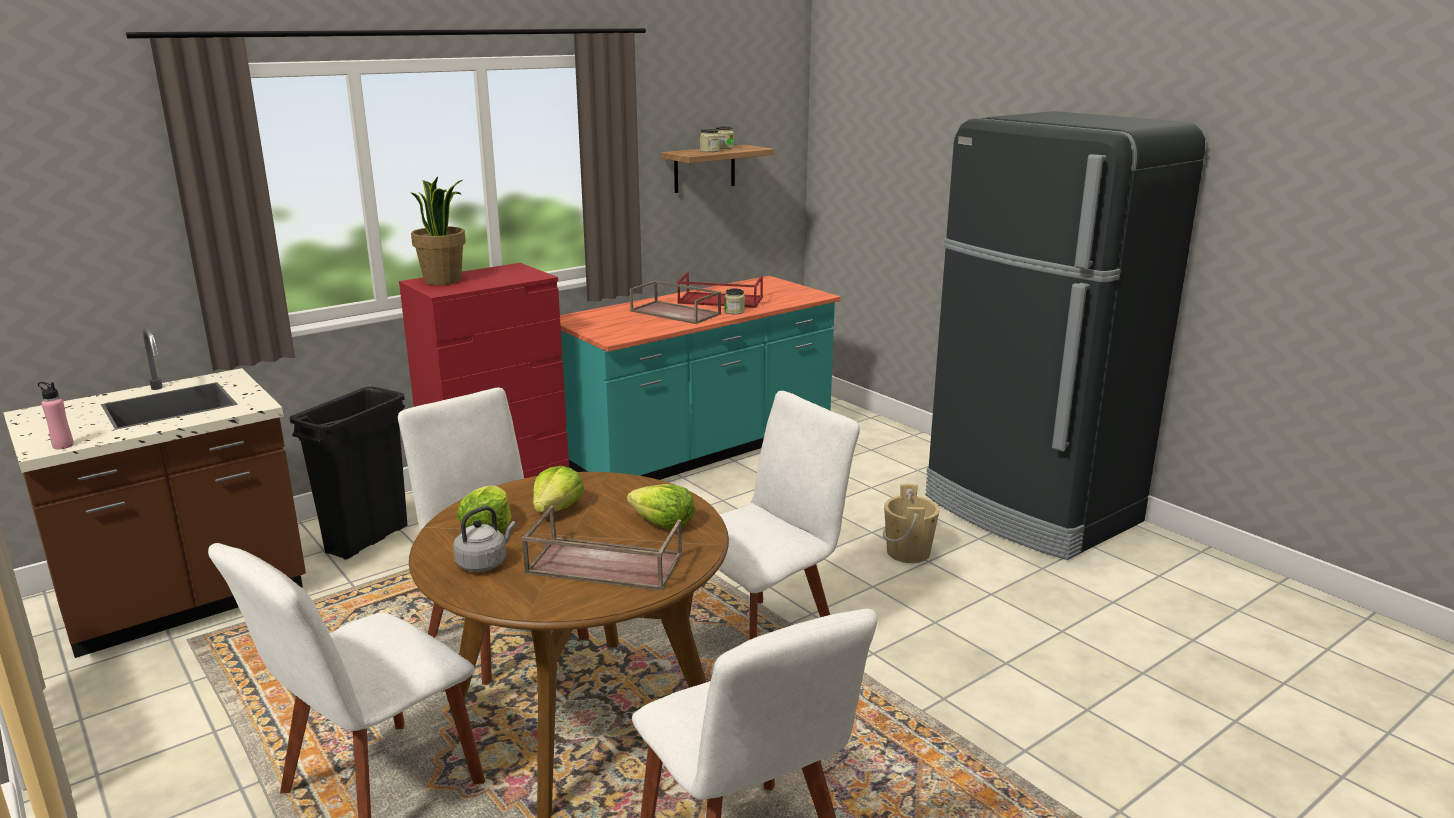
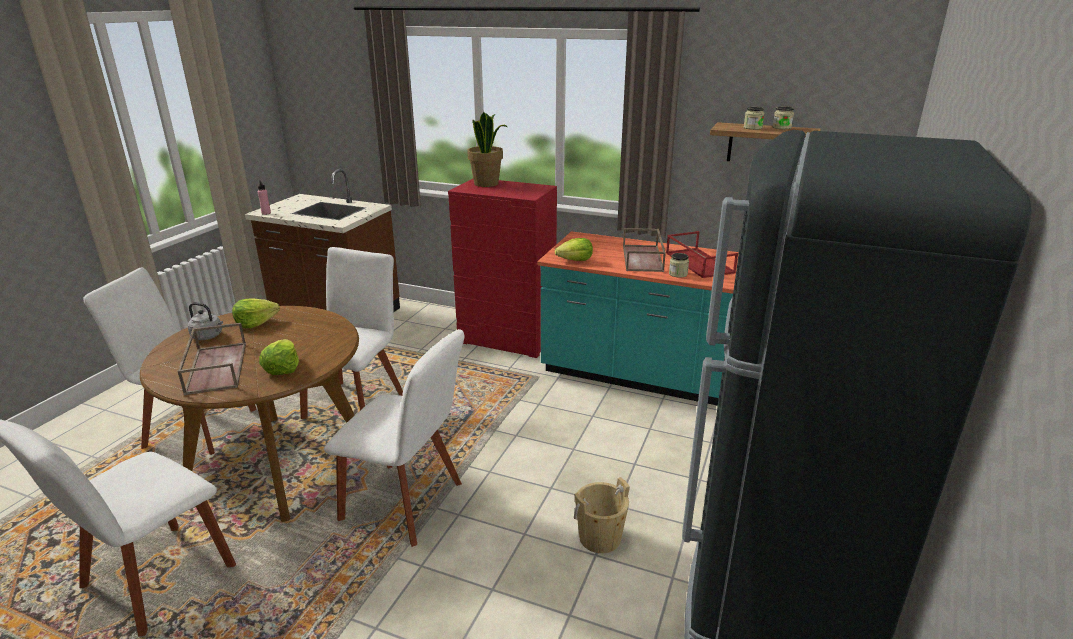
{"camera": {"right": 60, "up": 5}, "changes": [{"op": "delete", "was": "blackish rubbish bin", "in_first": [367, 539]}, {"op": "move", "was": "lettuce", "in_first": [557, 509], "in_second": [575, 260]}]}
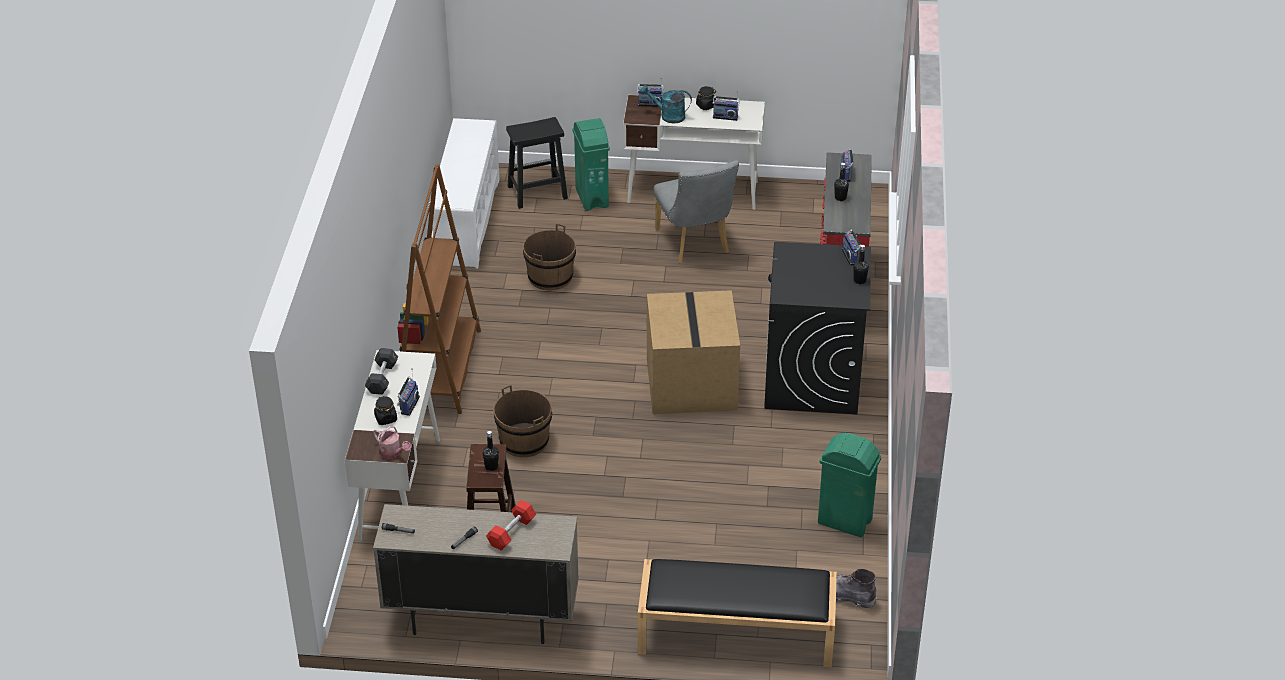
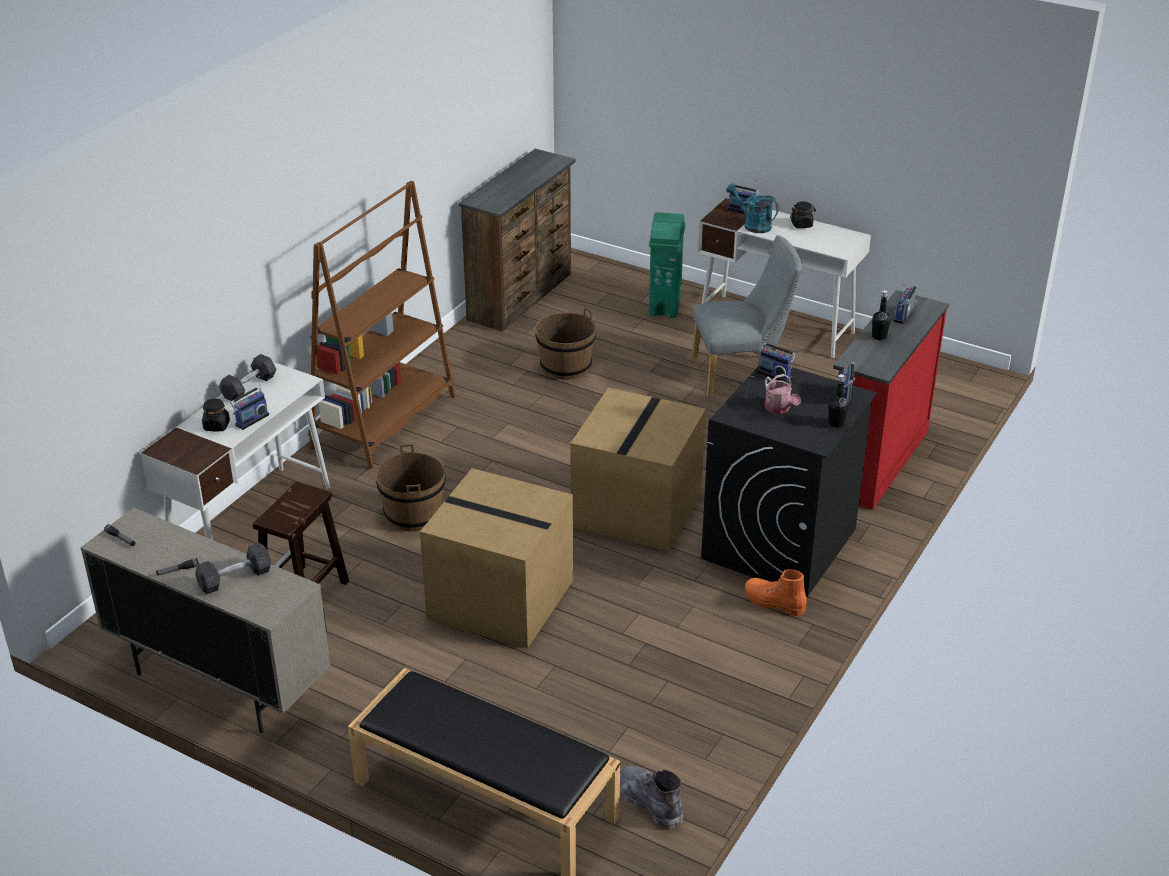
{"camera": {"right": 25, "up": -5}, "changes": [{"op": "move", "was": "radio", "in_first": [725, 116], "in_second": [775, 374]}, {"op": "delete", "was": "blackish stool seat", "in_first": [536, 192]}, {"op": "replace", "was": "whitish shoe shelf", "now": "brown drawer chest", "in_first": [466, 221], "in_second": [522, 296]}, {"op": "rotate", "was": "gray chair", "in_first": [695, 244], "in_second": [742, 374], "clockwise": -105}, {"op": "move", "was": "watering can", "in_first": [392, 453], "in_second": [779, 408]}, {"op": "delete", "was": "blackish beverage bottle", "in_first": [491, 466]}, {"op": "delete", "was": "green rubbish bin", "in_first": [845, 522]}, {"op": "recolor", "was": "red-coloured hand weight", "now": "gray hand weight", "in_first": [511, 532], "in_second": [235, 578]}, {"op": "insert", "now": "packing box", "in_second": [498, 599]}, {"op": "insert", "now": "orange tall boot", "in_second": [774, 603]}]}
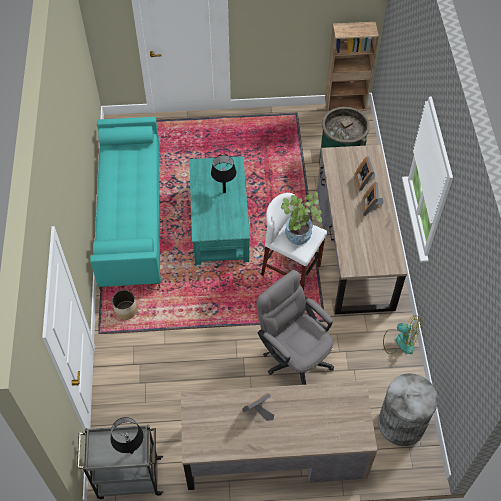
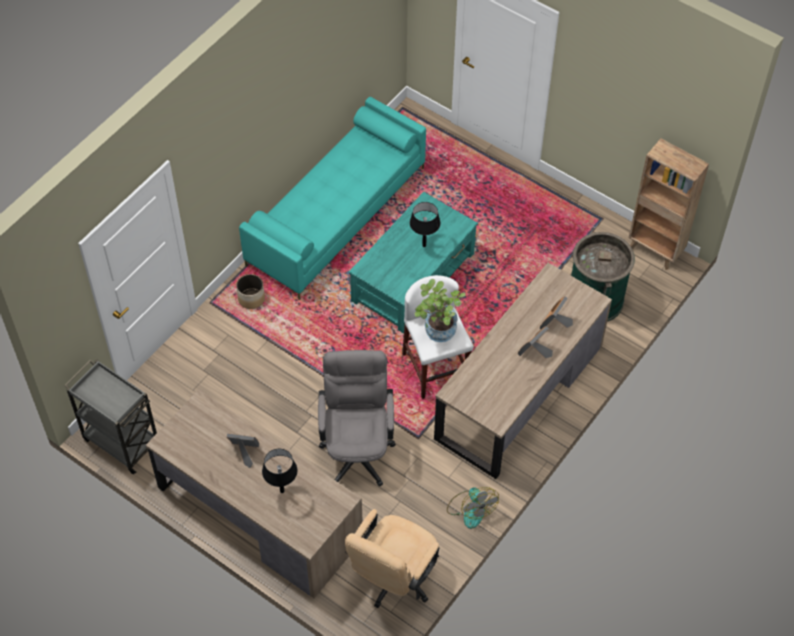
{"camera": {"right": 40, "up": 0}, "changes": [{"op": "replace", "was": "gray rubbish bin", "now": "beige office chair", "in_first": [401, 423], "in_second": [393, 579]}, {"op": "move", "was": "blackish tabletop lamp", "in_first": [132, 451], "in_second": [282, 491]}]}
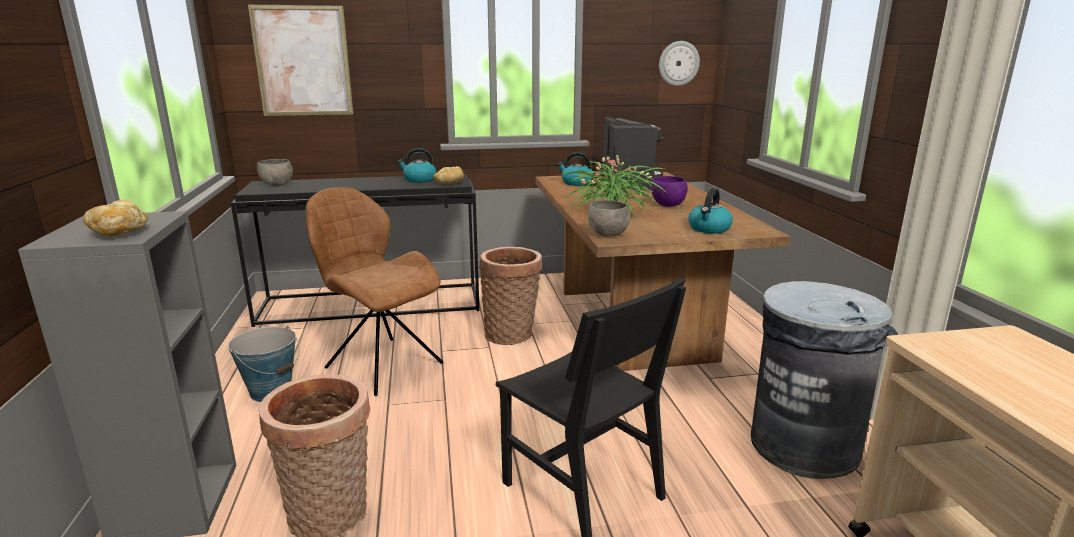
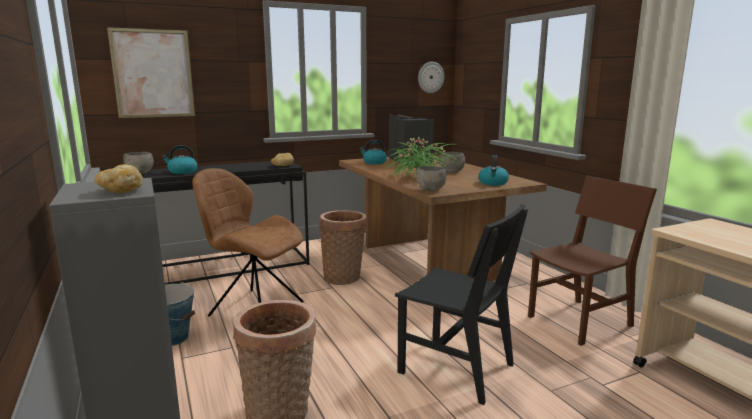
{"camera": {"right": -15, "up": -5}, "changes": [{"op": "move", "was": "kettle", "in_first": [419, 180], "in_second": [182, 172]}, {"op": "recolor", "was": "purple bowl", "now": "gray bowl", "in_first": [668, 205], "in_second": [452, 172]}, {"op": "replace", "was": "gray rubbish bin", "now": "brown chair", "in_first": [804, 445], "in_second": [580, 321]}]}
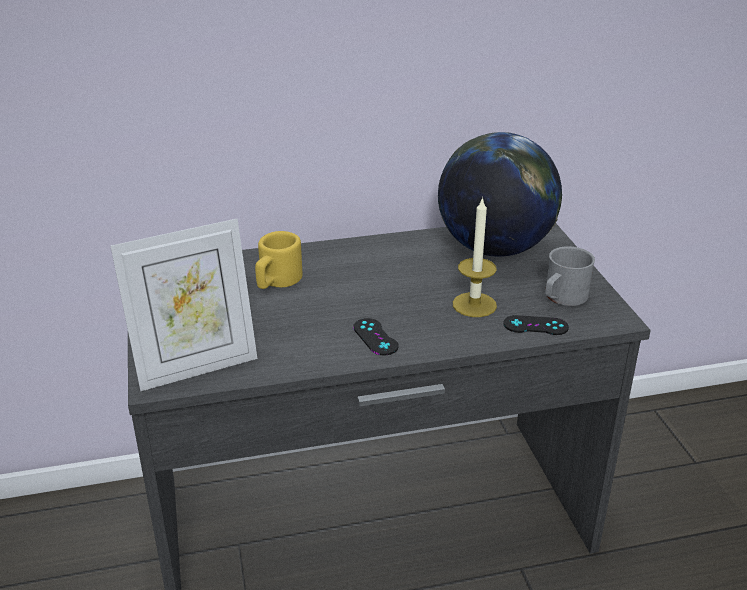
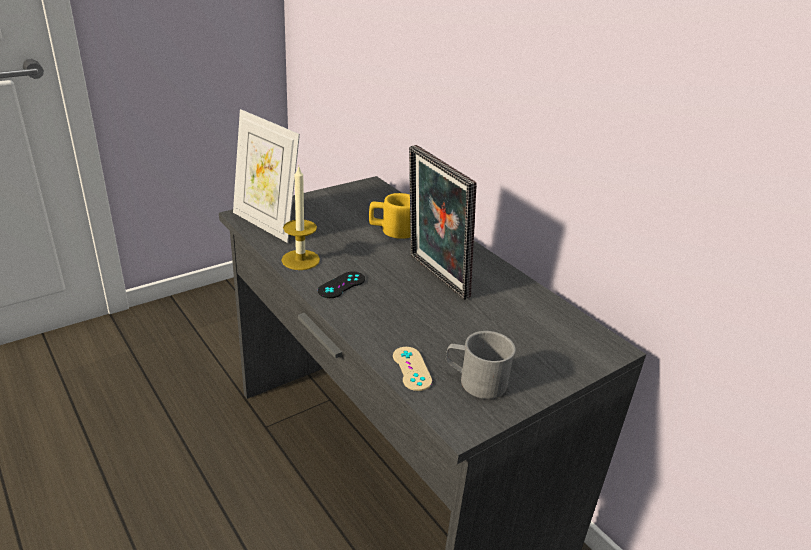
{"camera": {"right": 65, "up": 0}, "changes": [{"op": "delete", "was": "globe", "in_first": [494, 249]}, {"op": "move", "was": "candle", "in_first": [474, 305], "in_second": [300, 260]}, {"op": "recolor", "was": "blackish joypad", "now": "beige joypad", "in_first": [535, 326], "in_second": [412, 368]}, {"op": "insert", "now": "standing frame", "in_second": [434, 277]}]}
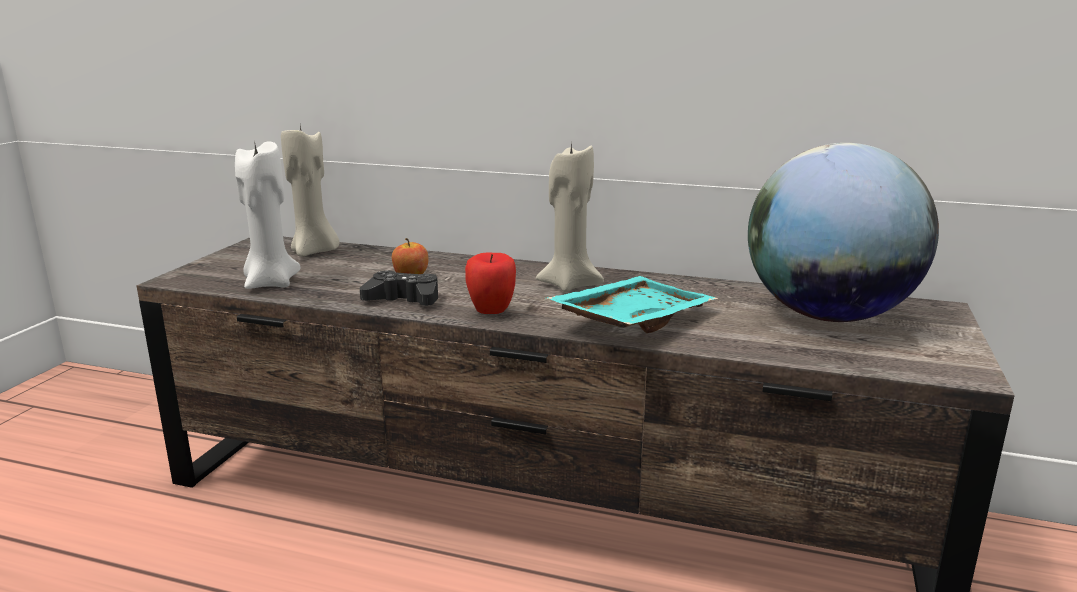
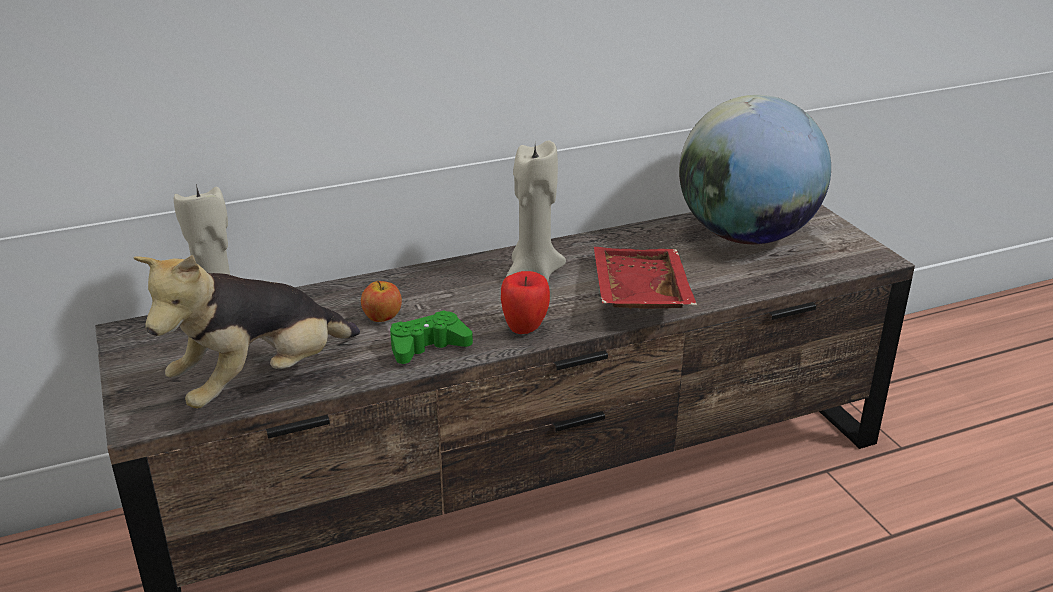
{"camera": {"right": -40, "up": 10}, "changes": [{"op": "replace", "was": "whitish candle", "now": "soft toy", "in_first": [270, 283], "in_second": [261, 382]}, {"op": "recolor", "was": "blackish joypad", "now": "green joypad", "in_first": [403, 299], "in_second": [428, 346]}, {"op": "recolor", "was": "turquoise-coloured carrying tray", "now": "red-coloured carrying tray", "in_first": [631, 321], "in_second": [637, 294]}]}
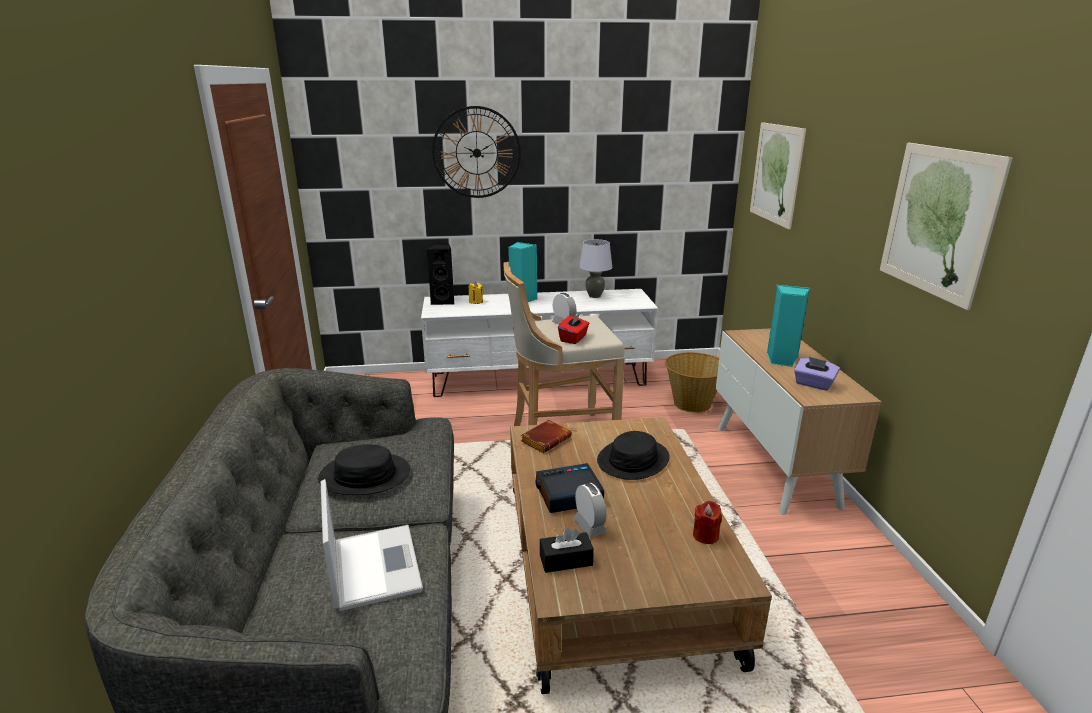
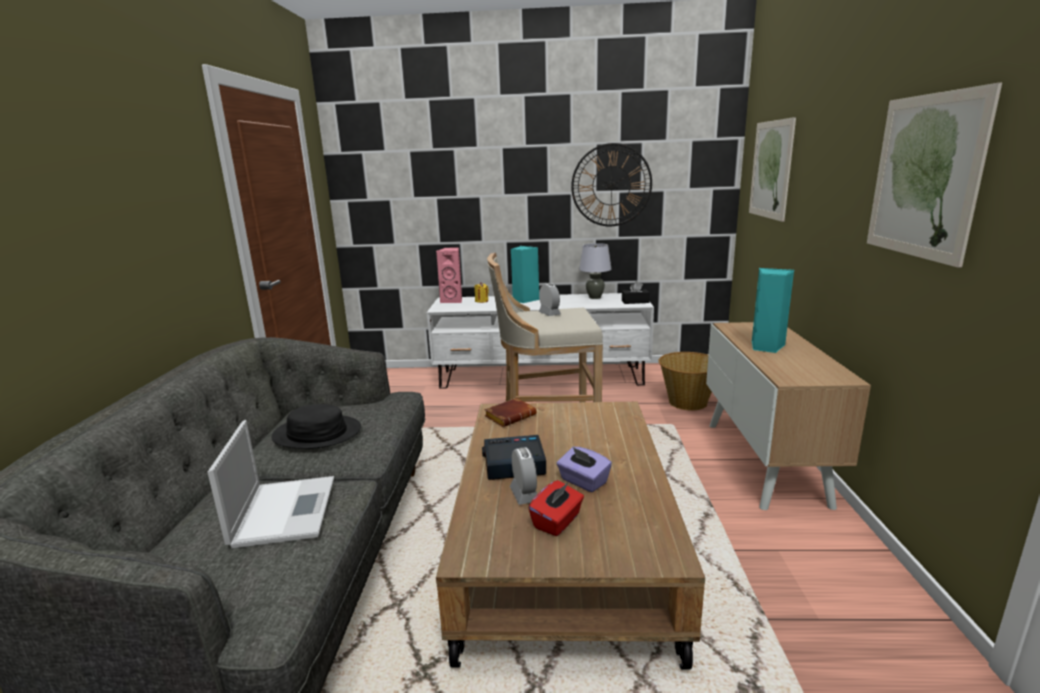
{"camera": {"right": 10, "up": -5}, "changes": [{"op": "move", "was": "wall clock", "in_first": [476, 153], "in_second": [611, 185]}, {"op": "recolor", "was": "blackish loudspeaker", "now": "pink loudspeaker", "in_first": [444, 301], "in_second": [453, 300]}, {"op": "move", "was": "red-coloured box of tissues", "in_first": [573, 338], "in_second": [557, 521]}, {"op": "move", "was": "purple box of tissues", "in_first": [813, 384], "in_second": [583, 481]}, {"op": "delete", "was": "blackish hat", "in_first": [633, 460]}, {"op": "delete", "was": "red-coloured candle", "in_first": [705, 536]}, {"op": "move", "was": "blackish box of tissues", "in_first": [566, 560], "in_second": [635, 301]}]}
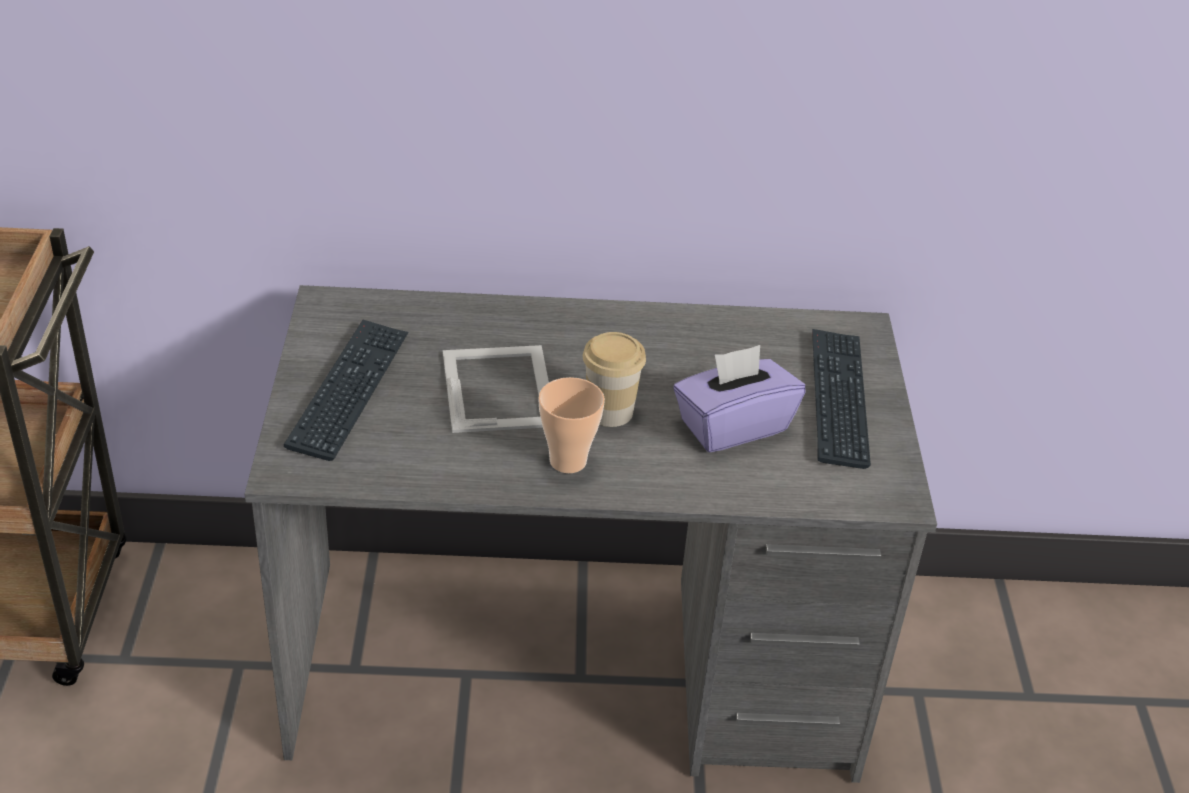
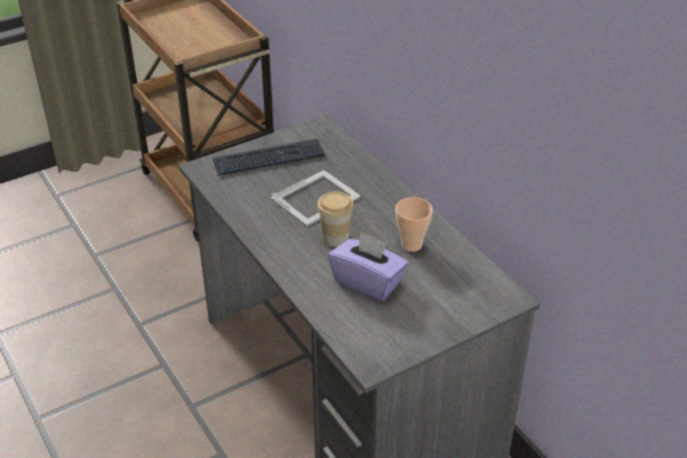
{"camera": {"right": 60, "up": 0}, "changes": [{"op": "delete", "was": "computer keyboard", "in_first": [838, 399]}, {"op": "move", "was": "small cup", "in_first": [568, 461], "in_second": [411, 245]}]}
